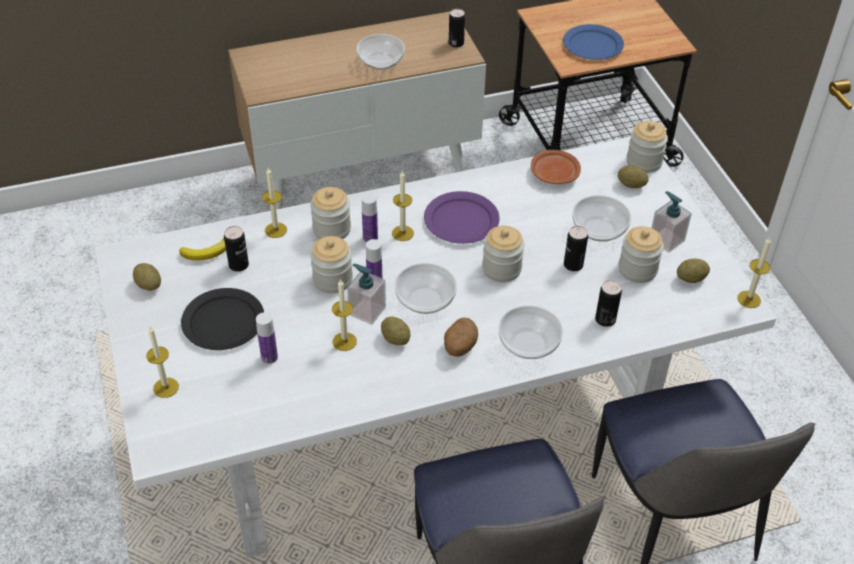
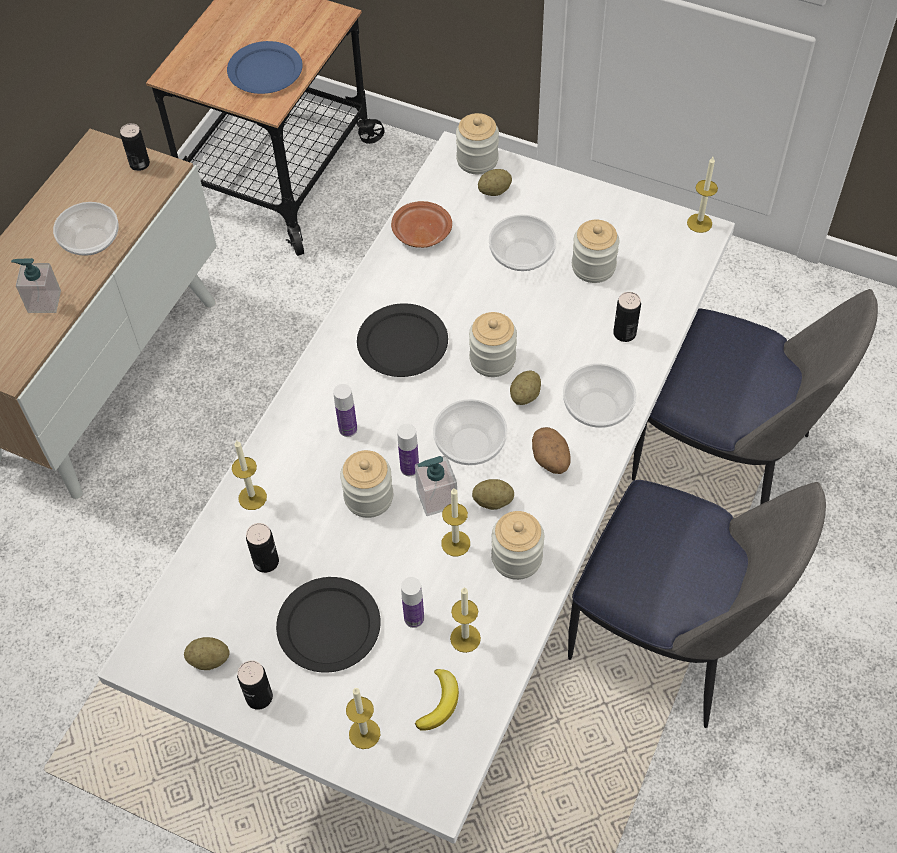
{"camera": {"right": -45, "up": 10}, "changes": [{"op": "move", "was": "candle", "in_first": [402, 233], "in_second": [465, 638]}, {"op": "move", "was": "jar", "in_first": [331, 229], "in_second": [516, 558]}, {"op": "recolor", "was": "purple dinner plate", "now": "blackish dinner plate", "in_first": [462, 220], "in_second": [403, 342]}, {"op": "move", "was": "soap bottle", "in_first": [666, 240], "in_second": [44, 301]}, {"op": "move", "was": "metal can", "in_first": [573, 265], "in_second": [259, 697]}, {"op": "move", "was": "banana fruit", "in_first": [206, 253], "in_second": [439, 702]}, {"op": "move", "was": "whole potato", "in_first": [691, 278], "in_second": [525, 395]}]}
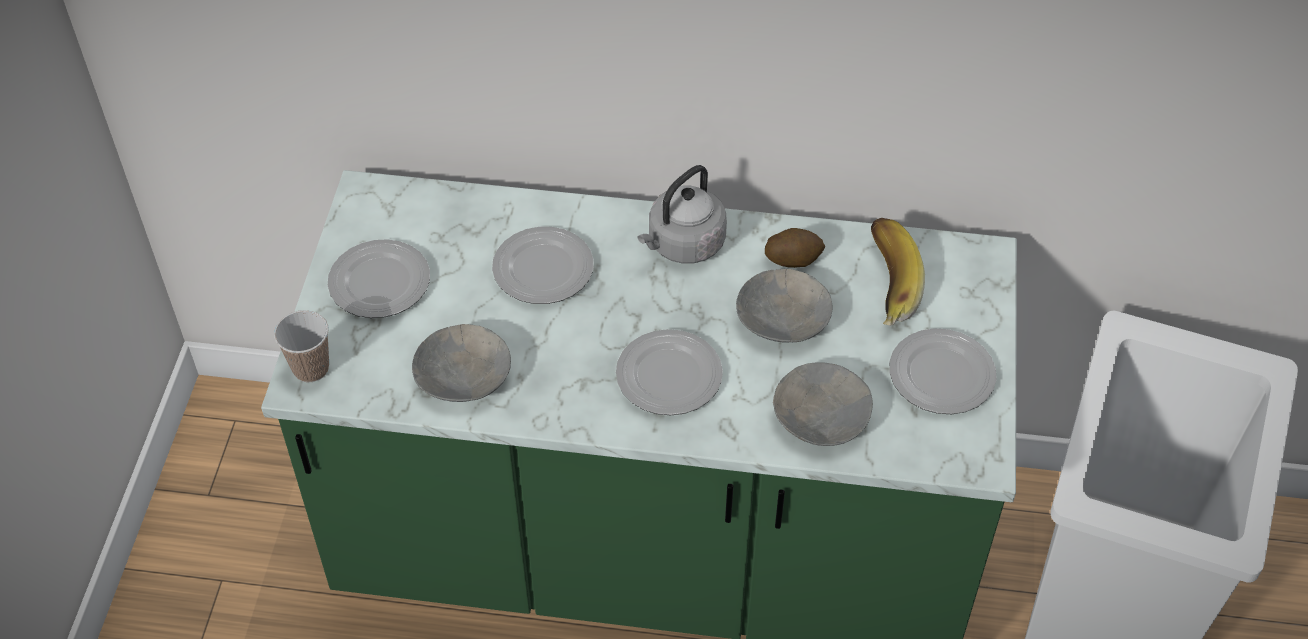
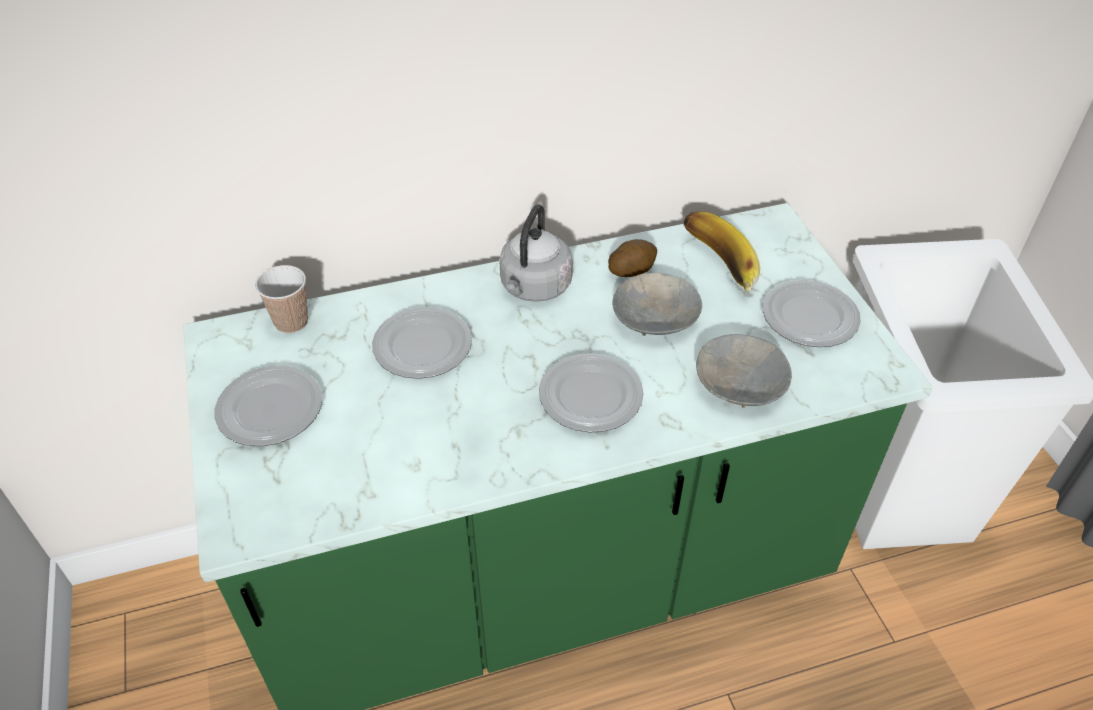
{"camera": {"right": -25, "up": -5}, "changes": [{"op": "move", "was": "small cup", "in_first": [311, 368], "in_second": [291, 322]}, {"op": "delete", "was": "gray bowl", "in_first": [463, 375]}]}
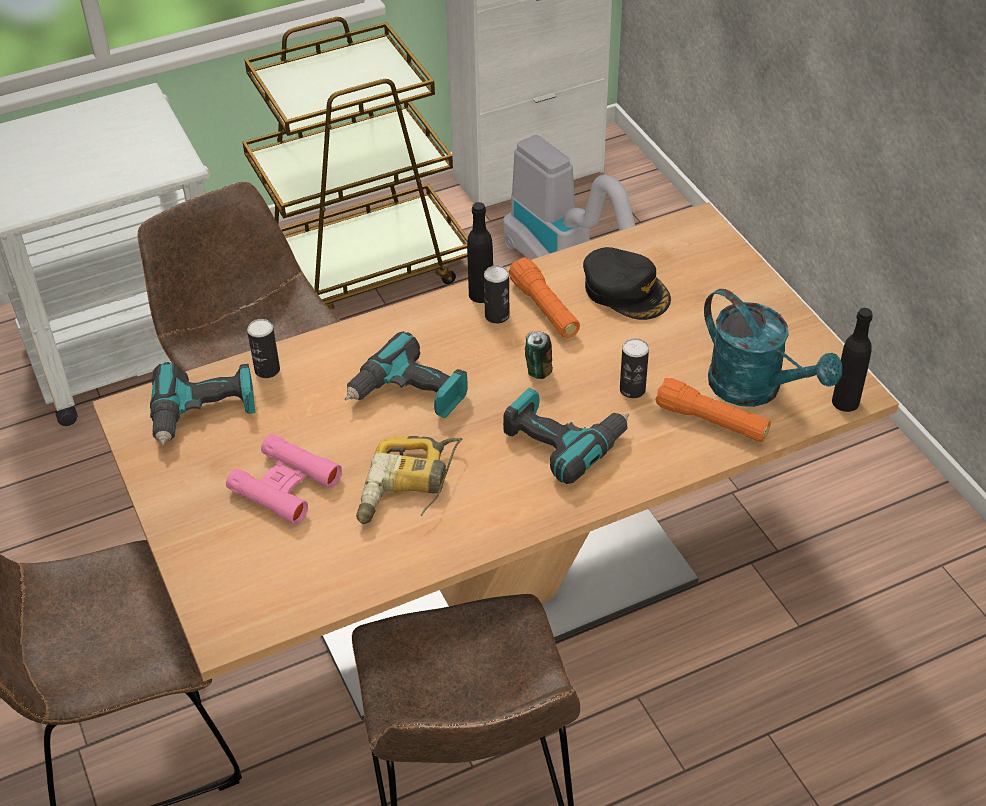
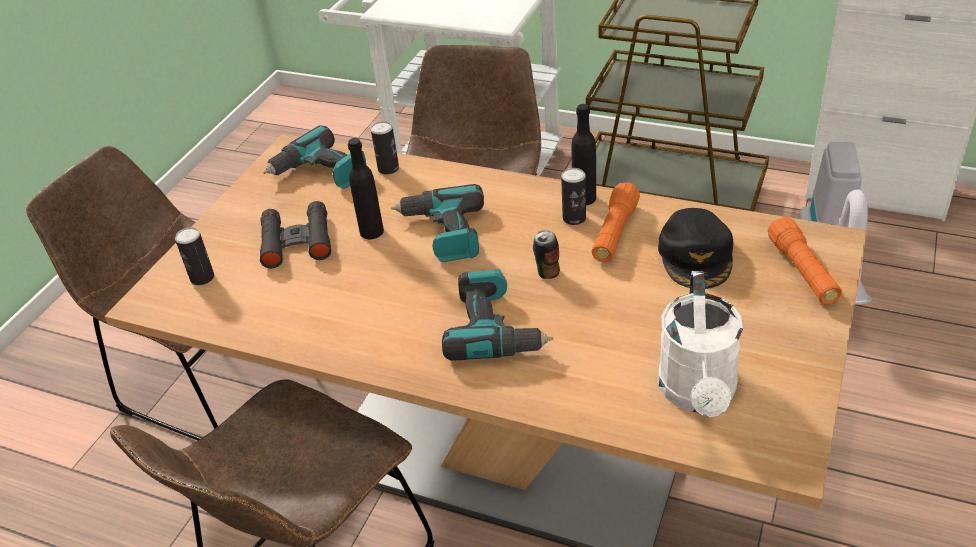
{"camera": {"right": 50, "up": -5}, "changes": [{"op": "recolor", "was": "turquoise-coloured watering can", "now": "whitish watering can", "in_first": [756, 389], "in_second": [698, 395]}, {"op": "move", "was": "blackish beverage bottle", "in_first": [845, 402], "in_second": [371, 231]}, {"op": "move", "was": "metal can", "in_first": [632, 389], "in_second": [202, 277]}, {"op": "move", "was": "orange torch", "in_first": [711, 421], "in_second": [802, 271]}, {"op": "recolor", "was": "pink binoculars", "now": "blackish binoculars", "in_first": [285, 486], "in_second": [296, 241]}, {"op": "delete", "was": "power drill", "in_first": [408, 489]}]}
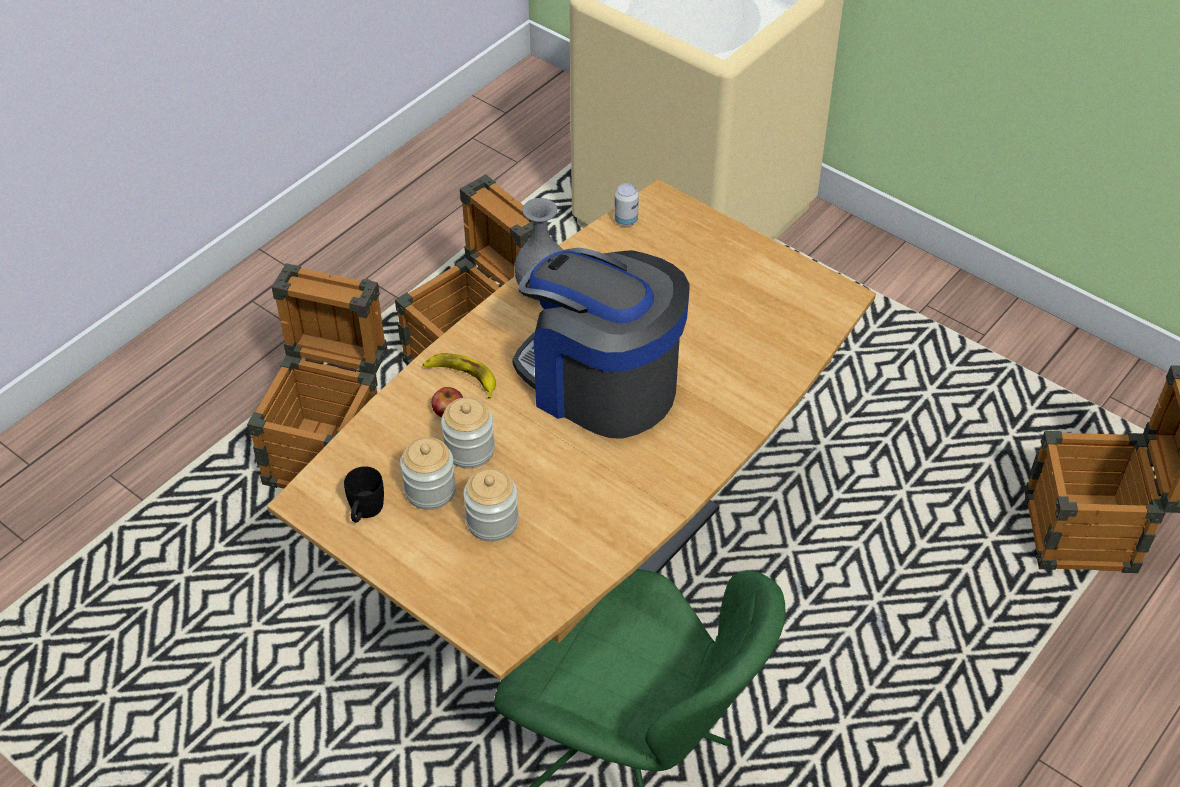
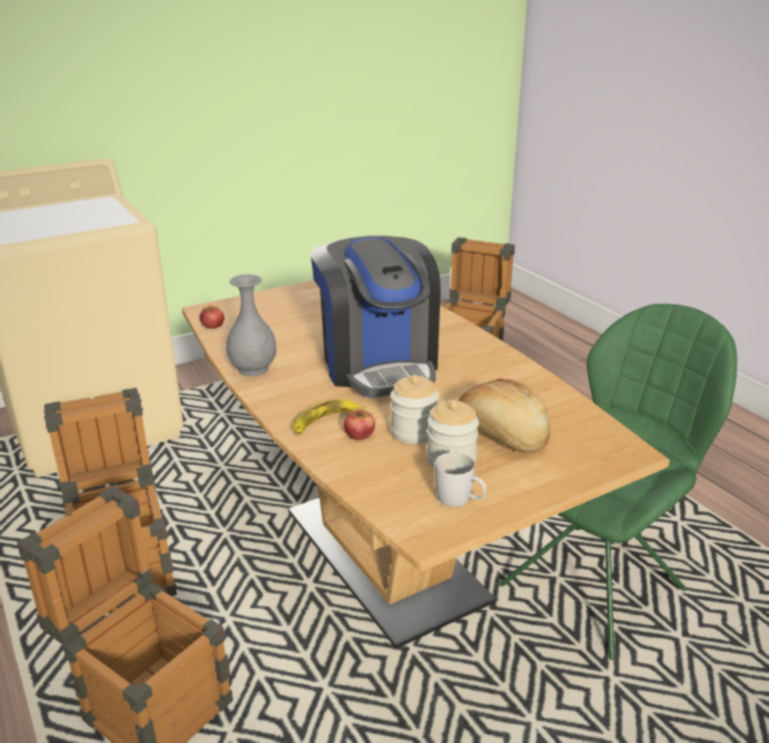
{"camera": {"right": -70, "up": -20}, "changes": [{"op": "replace", "was": "metal can", "now": "apple fruit", "in_first": [626, 220], "in_second": [212, 325]}, {"op": "rotate", "was": "coffee machine", "in_first": [600, 383], "in_second": [378, 364], "clockwise": -75}, {"op": "recolor", "was": "blackish mug", "now": "whitish mug", "in_first": [364, 511], "in_second": [460, 500]}, {"op": "replace", "was": "jar", "now": "bread", "in_first": [492, 521], "in_second": [501, 435]}]}
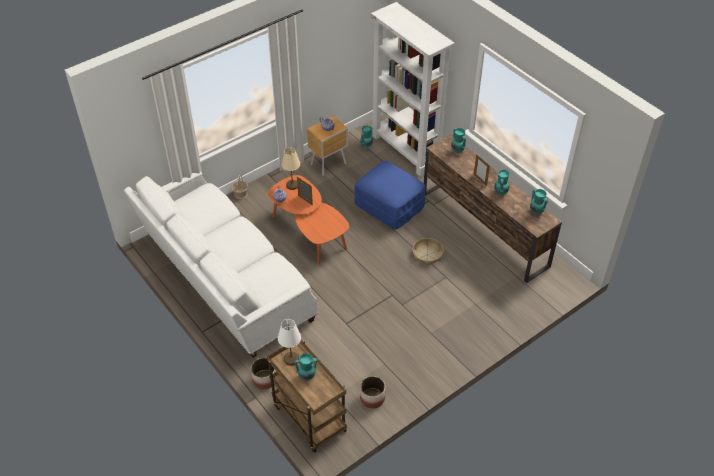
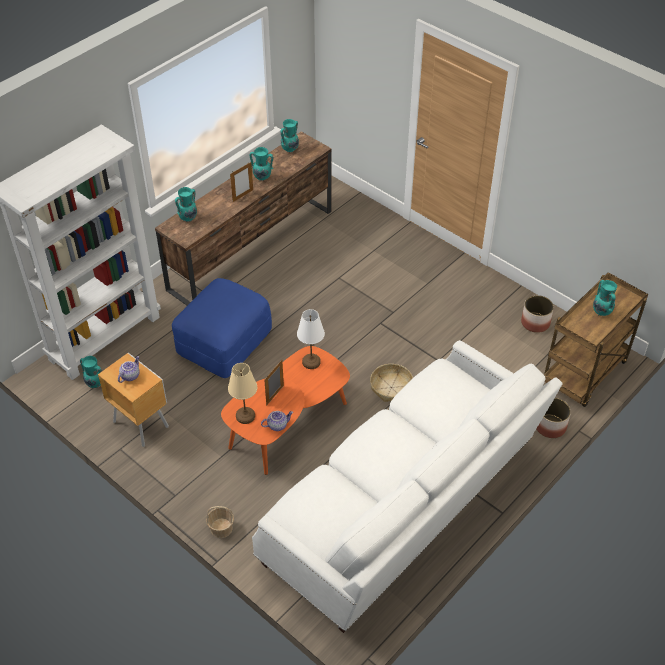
{"camera": {"right": -100, "up": 0}, "changes": [{"op": "move", "was": "household basket", "in_first": [427, 255], "in_second": [391, 387]}, {"op": "move", "was": "whitish tabletop lamp", "in_first": [291, 358], "in_second": [311, 362]}]}
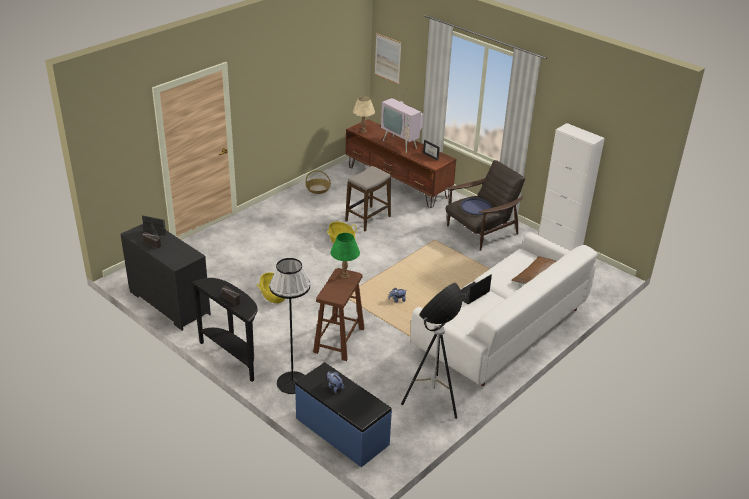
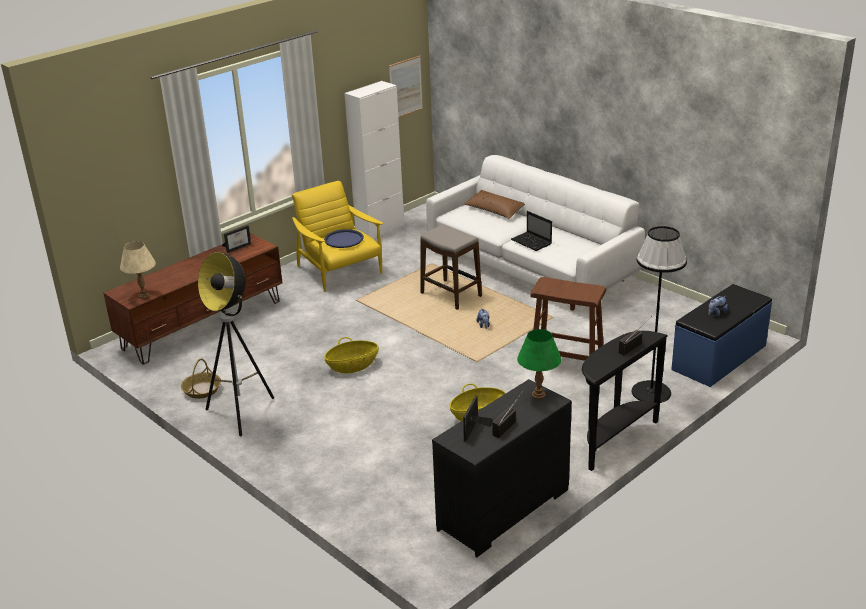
{"camera": {"right": -85, "up": -5}, "changes": [{"op": "move", "was": "wall art", "in_first": [387, 58], "in_second": [405, 87]}, {"op": "delete", "was": "TV", "in_first": [402, 143]}, {"op": "recolor", "was": "brown armchair", "now": "yellow armchair", "in_first": [481, 231], "in_second": [340, 271]}, {"op": "move", "was": "stool seat", "in_first": [367, 219], "in_second": [451, 295]}, {"op": "move", "was": "green tabletop lamp", "in_first": [344, 276], "in_second": [539, 395]}, {"op": "move", "was": "standard lamp", "in_first": [432, 402], "in_second": [242, 413]}]}
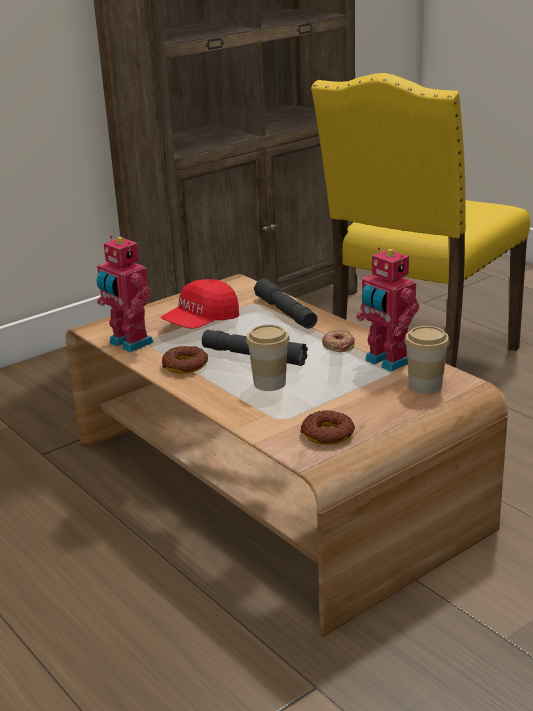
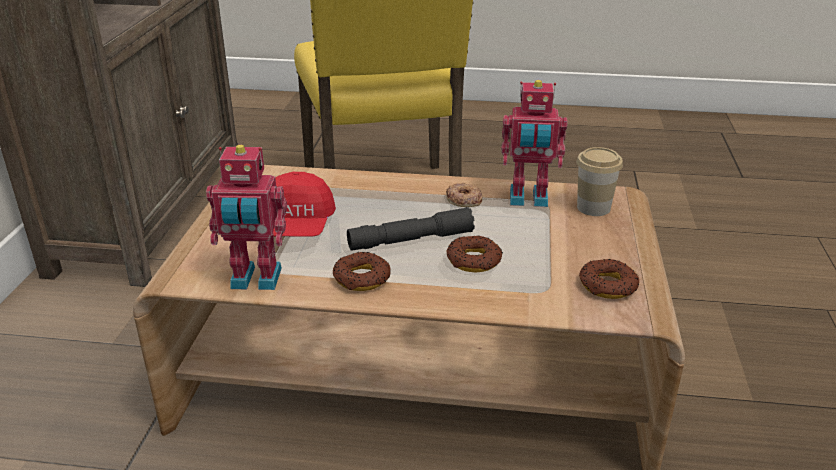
{"camera": {"right": -45, "up": 5}, "changes": [{"op": "delete", "was": "gray torch", "in_first": [285, 312]}, {"op": "replace", "was": "small cup", "now": "doughnut", "in_first": [269, 383], "in_second": [474, 260]}]}
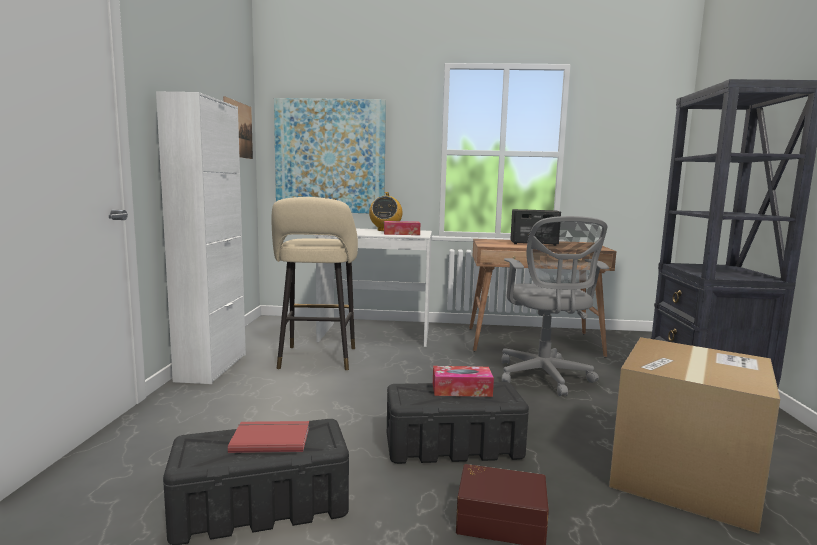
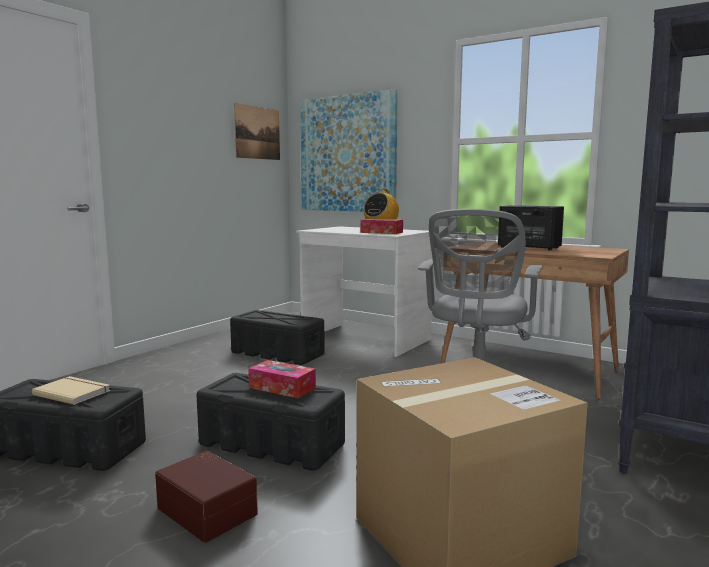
{"camera": {"right": 30, "up": 0}, "changes": [{"op": "delete", "was": "whitish cupboard", "in_first": [212, 367]}, {"op": "replace", "was": "beige stool seat", "now": "blackish storage box", "in_first": [317, 360], "in_second": [277, 353]}, {"op": "recolor", "was": "red-coloured volume", "now": "beige volume", "in_first": [270, 438], "in_second": [73, 392]}]}
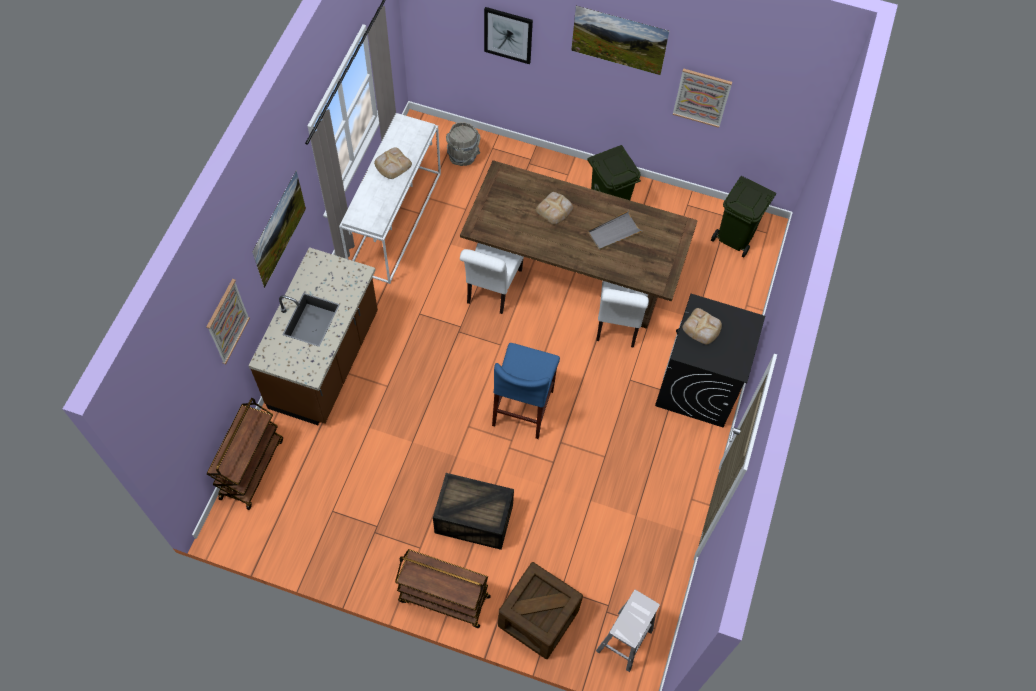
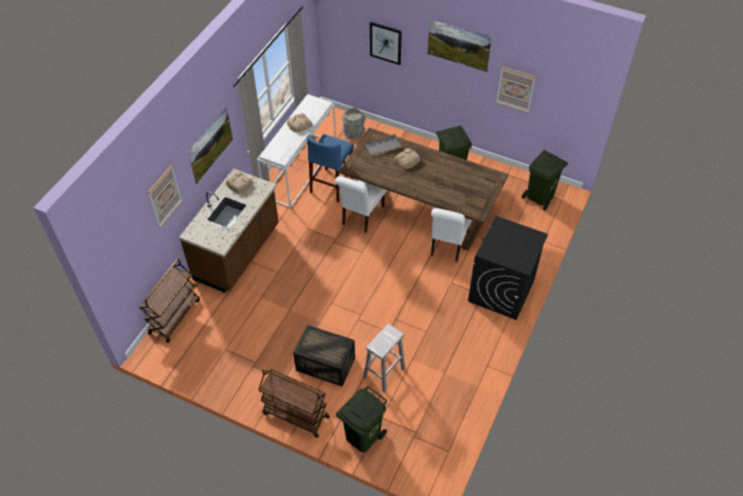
{"camera": {"right": 10, "up": -10}, "changes": [{"op": "move", "was": "gray carrying tray", "in_first": [614, 232], "in_second": [383, 146]}, {"op": "move", "was": "bread", "in_first": [702, 328], "in_second": [239, 184]}, {"op": "move", "was": "blue-coloured stool seat", "in_first": [523, 407], "in_second": [331, 185]}, {"op": "replace", "was": "packing crate", "now": "green rubbish bin", "in_first": [538, 618], "in_second": [362, 435]}, {"op": "move", "was": "whitish stool seat", "in_first": [624, 641], "in_second": [384, 373]}]}
